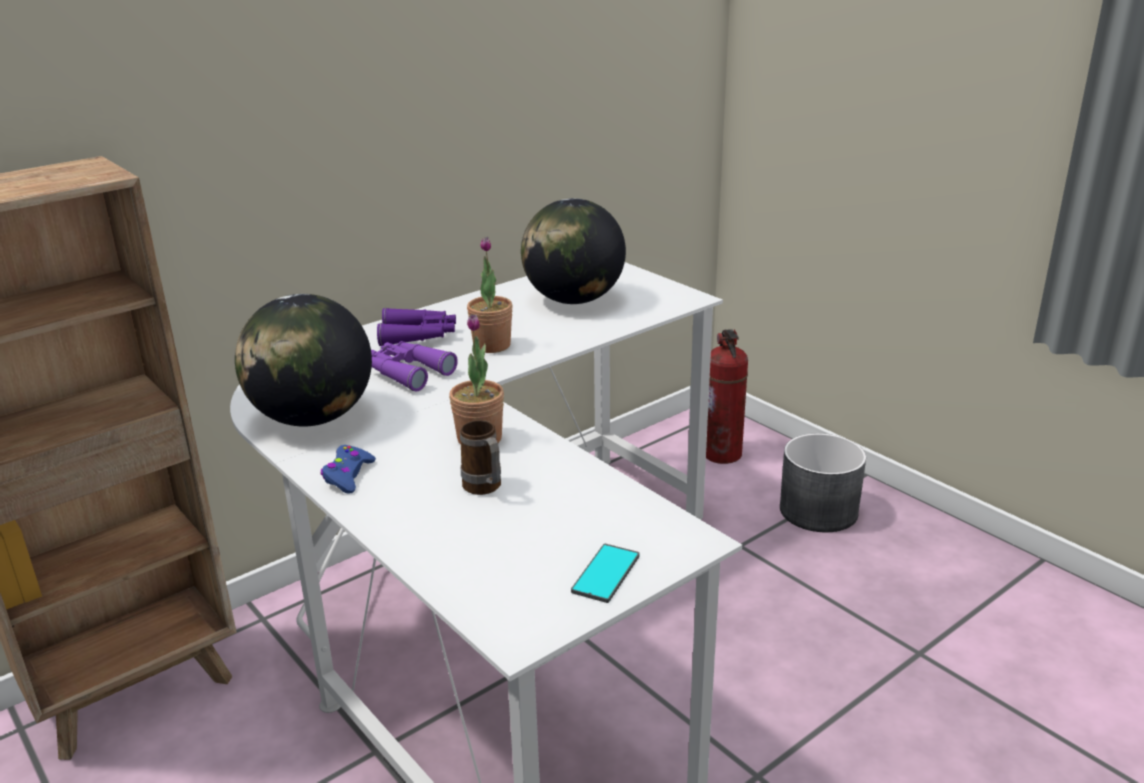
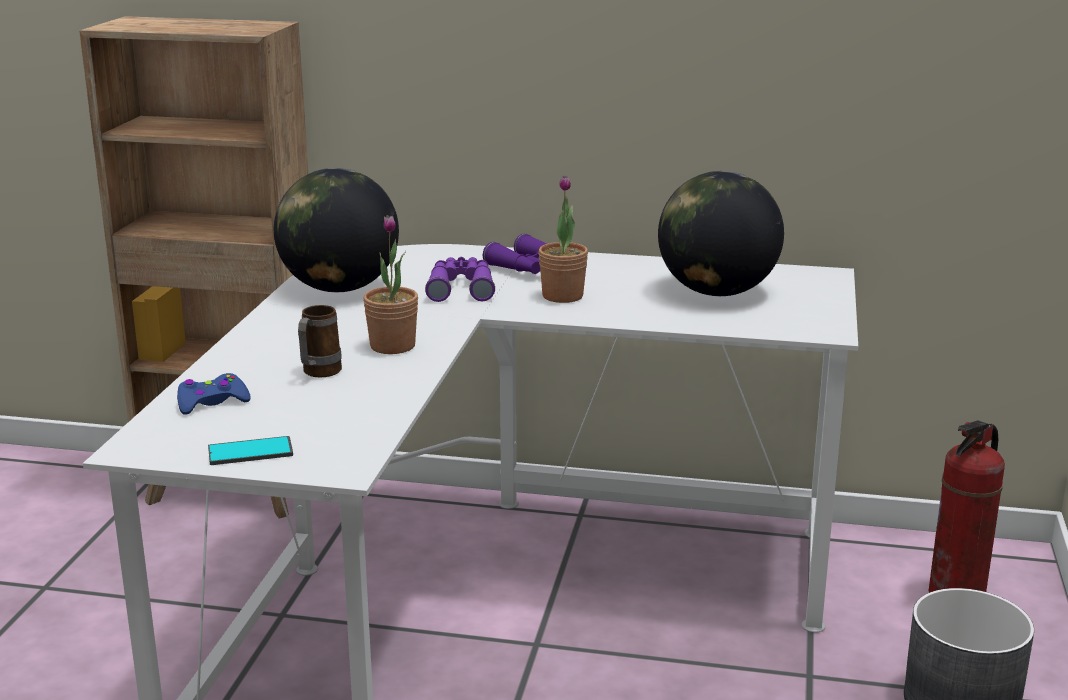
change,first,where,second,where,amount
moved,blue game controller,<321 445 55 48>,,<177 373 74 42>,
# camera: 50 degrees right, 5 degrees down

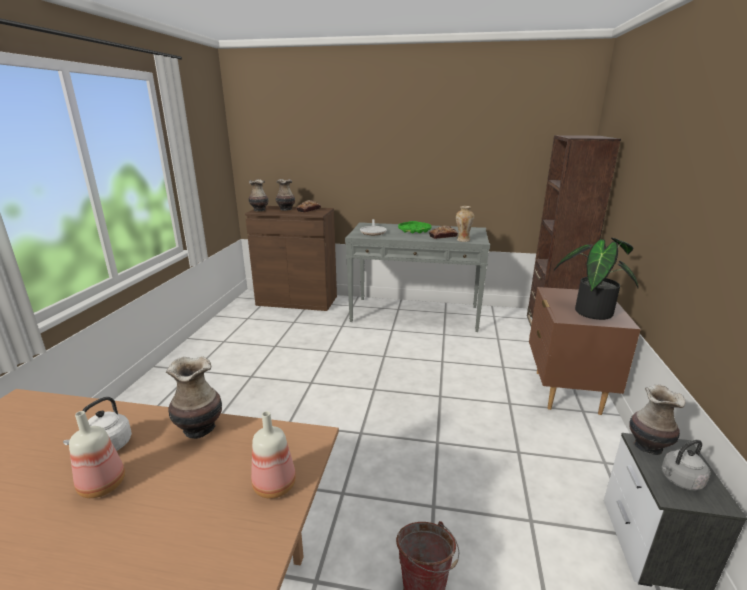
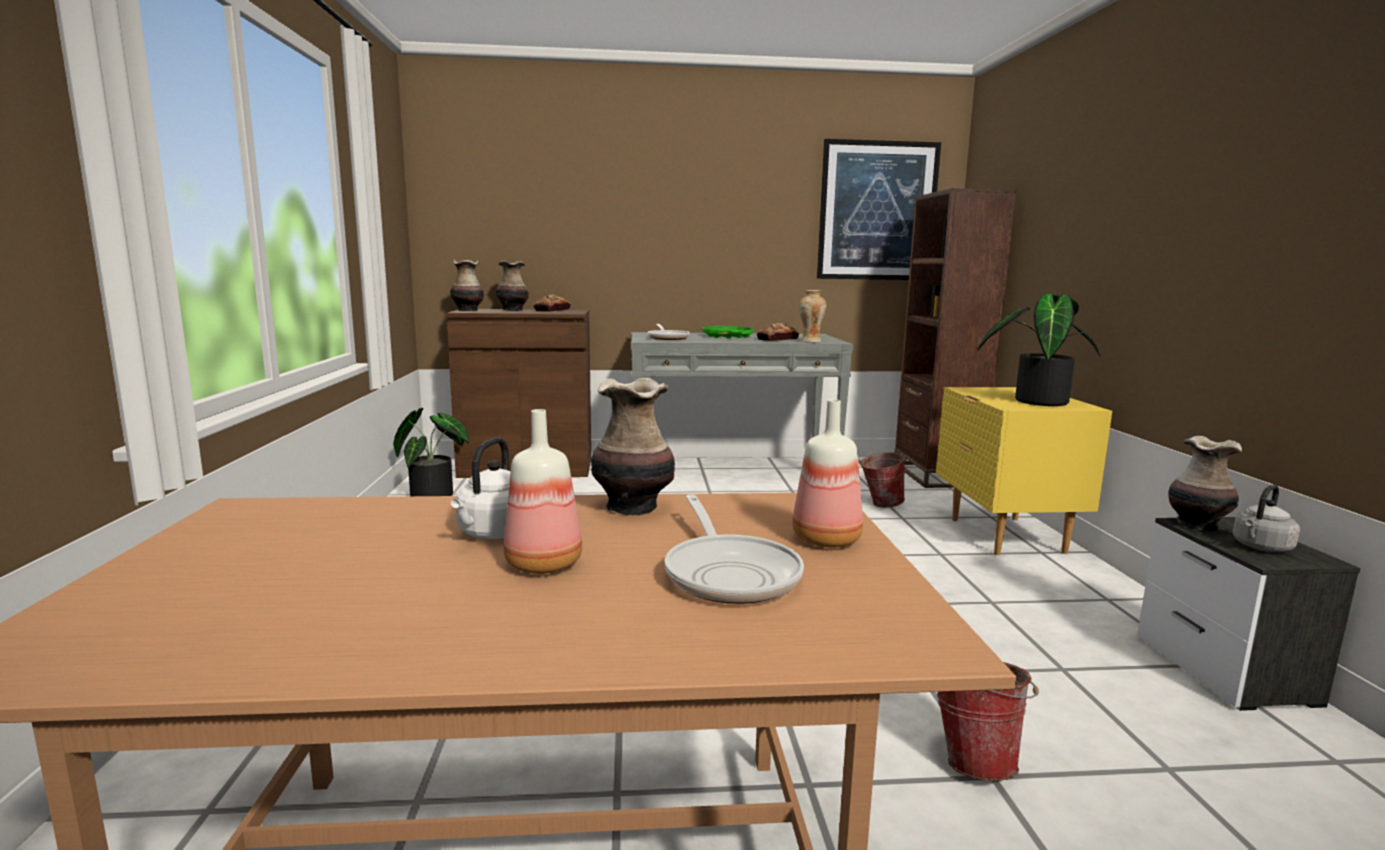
change,first,where,second,where,amount
recoloured,brown nightstand,<529 287 112 128>,yellow nightstand,<936 387 176 168>,
added,,,potted plant,<393 408 76 88>,
added,,,frying pan,<664 494 140 110>,
added,,,picture,<817 139 124 141>,
added,,,bucket,<858 452 49 56>,
# camera: 15 degrees left, 10 degrees down

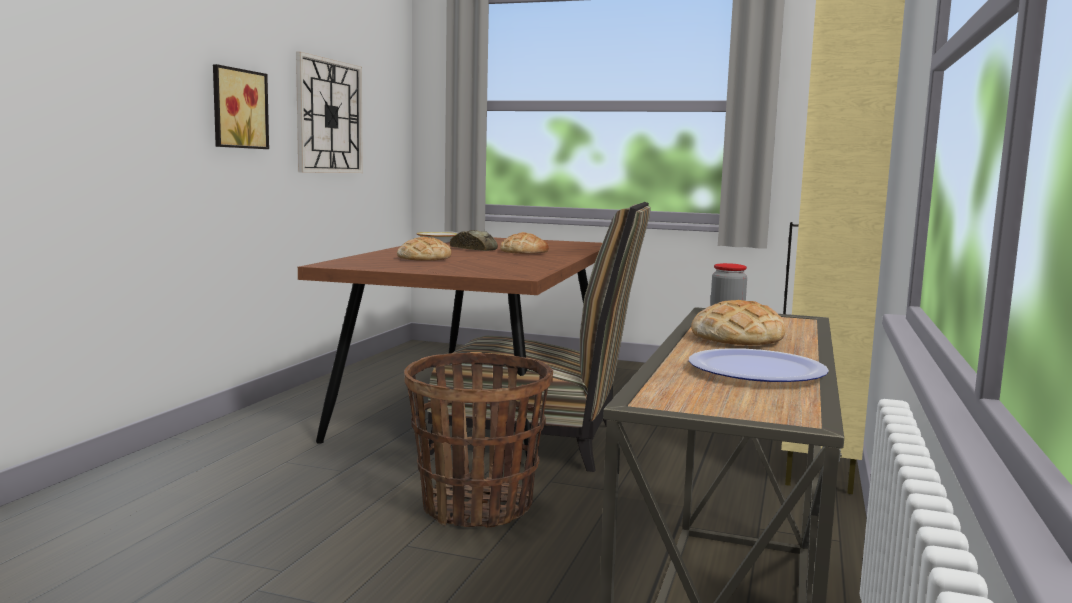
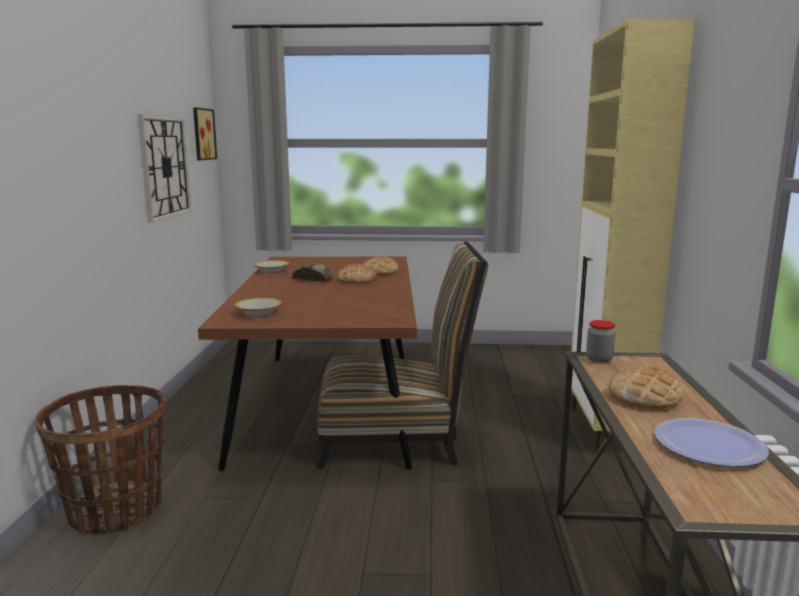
change,first,where,second,where,amount
moved,picture,<213 64 56 85>,,<193 107 24 53>,
moved,bread,<397 237 55 24>,,<363 257 35 18>,
moved,basket,<404 352 149 175>,,<35 385 132 151>,
added,,,bowl,<234 298 48 19>,
# camera: 15 degrees left, 5 degrees up

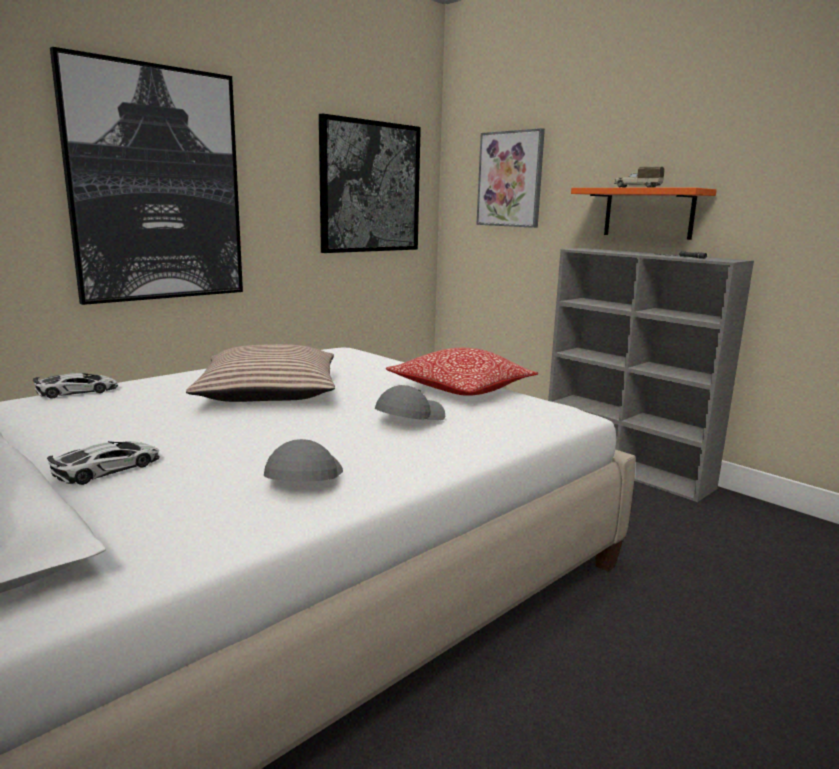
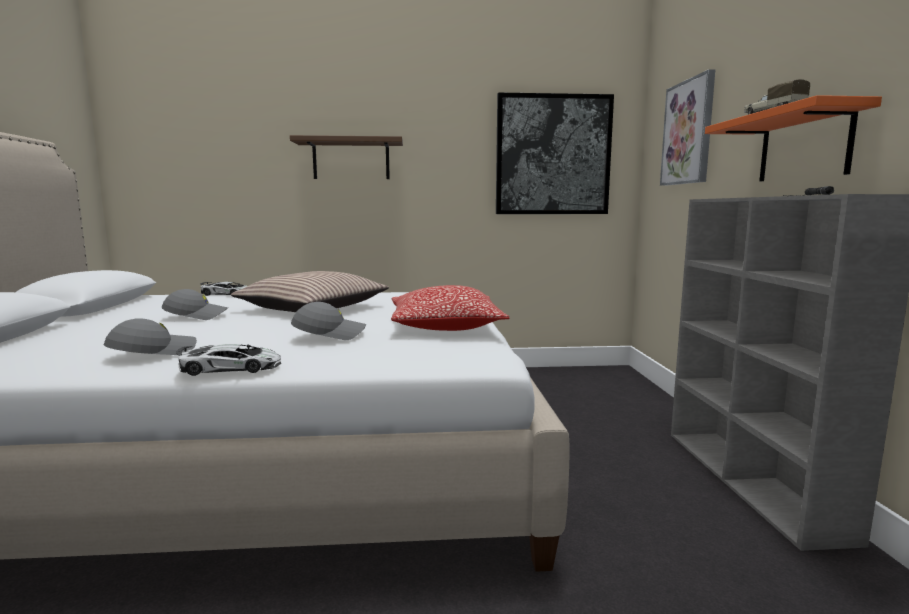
change,first,where,second,where,amount
moved,toy car,<47 441 113 44>,,<176 344 105 32>,
replaced,picture,<50 47 193 258>,brown shelf,<290 135 113 44>,
added,,,grey cap,<162 289 66 31>,
# camera: 40 degrees right, 5 degrees down

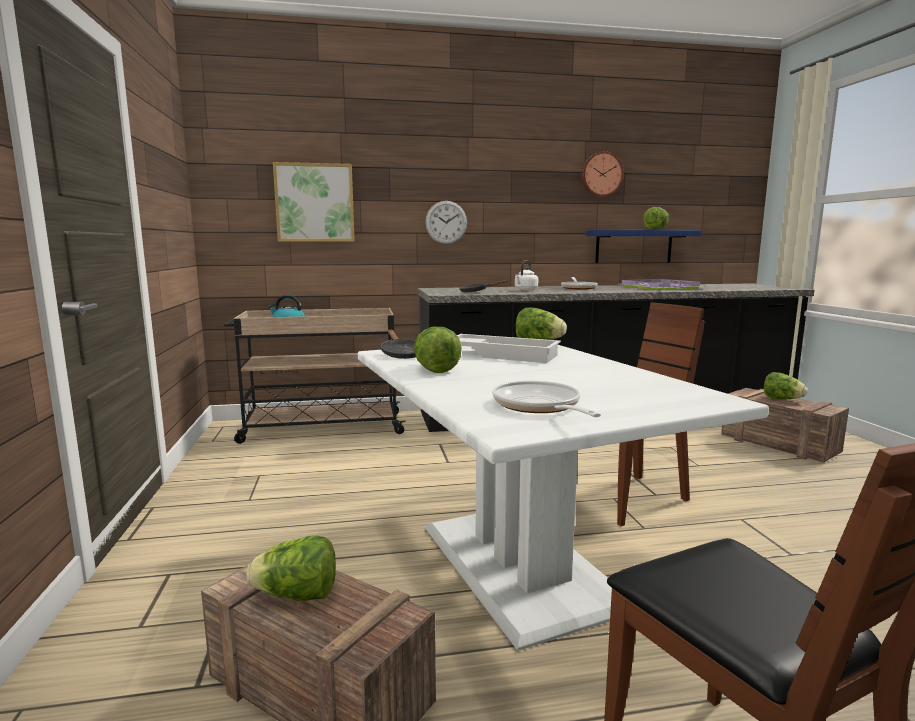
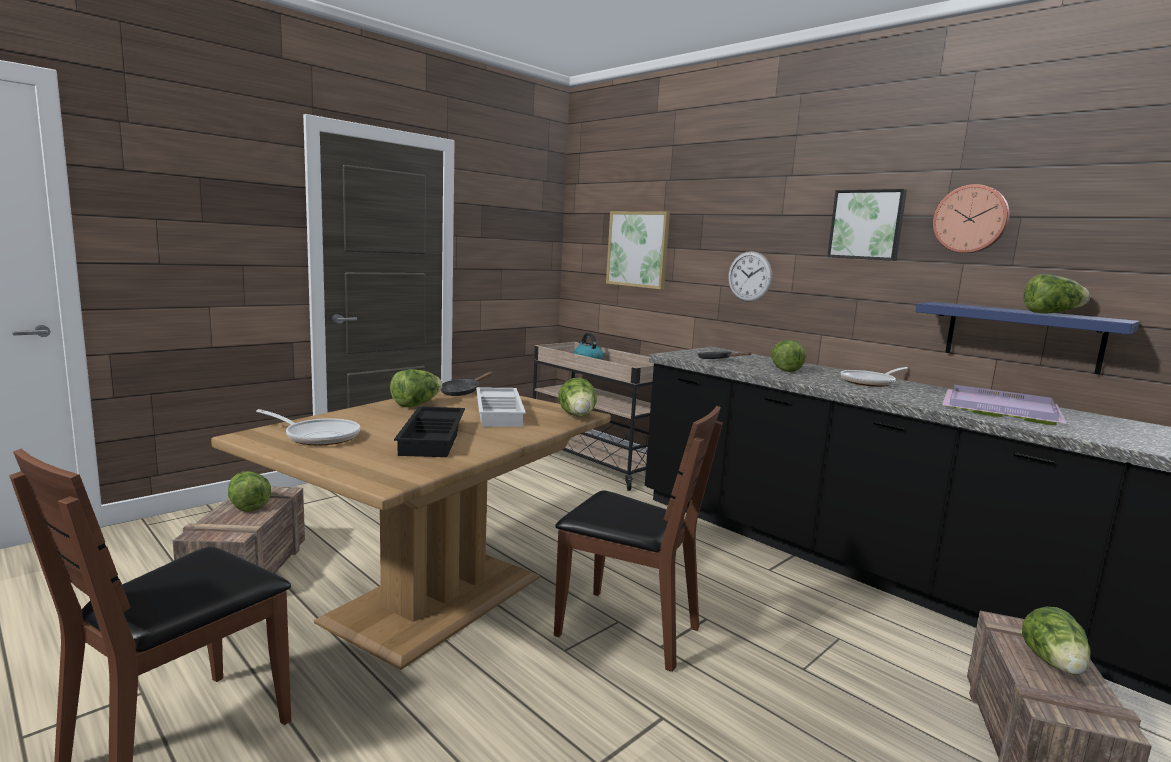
change,first,where,second,where,amount
recoloured,white dining table,<358 345 411 306>,brown dining table,<211 387 400 283>,
turned,frying pan,<492 381 109 36>,,<256 409 104 36>,75 degrees clockwise
replaced,white kettle,<515 260 23 30>,lettuce,<772 340 34 32>,
added,,,black tray,<394 406 71 51>,
added,,,picture,<827 189 80 72>,
# camera: 55 degrees right, 0 degrees up

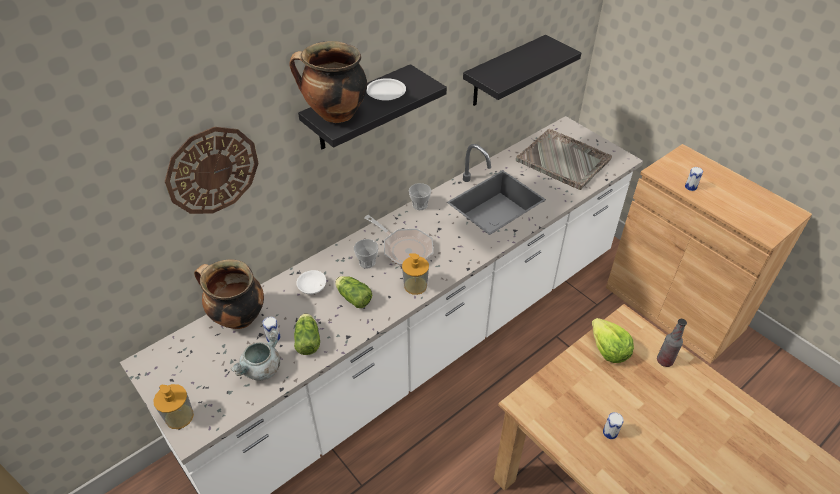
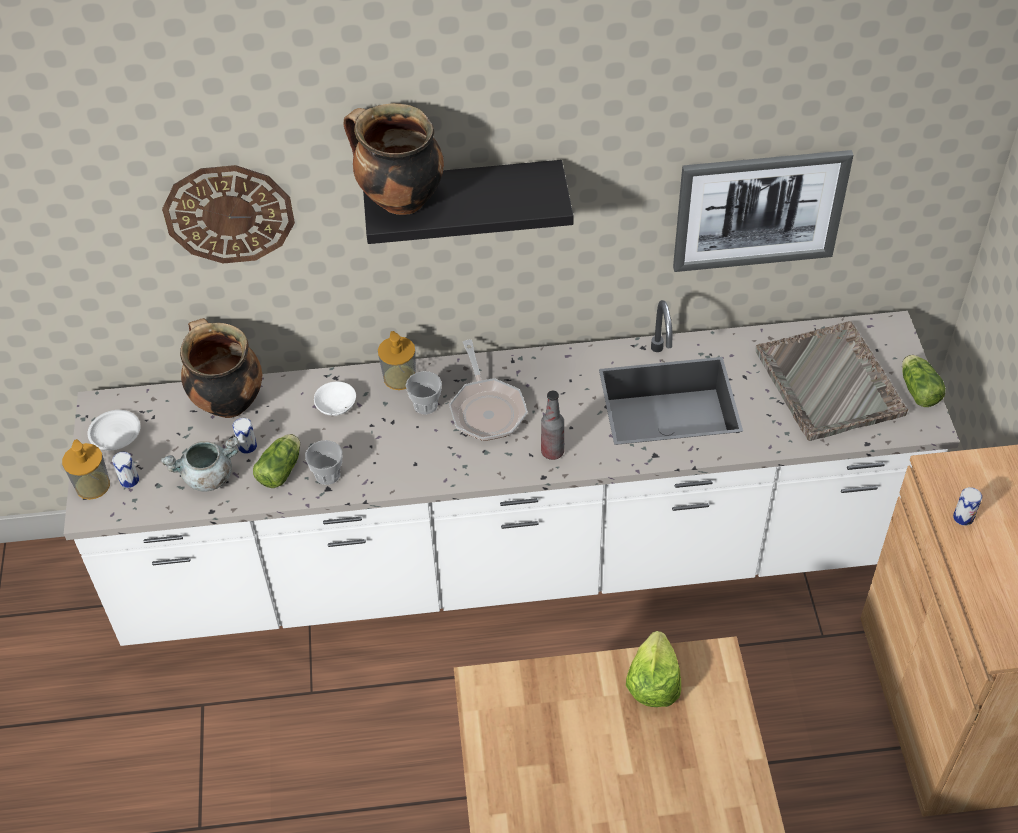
change,first,where,second,where,amount
moved,lettuce,<335 276 37 32>,,<902 355 44 52>,
moved,white plate,<366 78 40 23>,,<87 410 53 40>,
moved,soap dispenser,<402 253 27 42>,,<378 331 38 59>,
moved,cup,<409 183 22 27>,,<305 440 37 45>,
replaced,black shelf,<463 35 118 71>,picture,<673 150 180 122>,
moved,can,<603 412 21 27>,,<112 452 27 36>,
moved,bottle,<657 319 30 48>,,<541 391 23 69>,
# camera: 35 degrees right, 5 degrees up

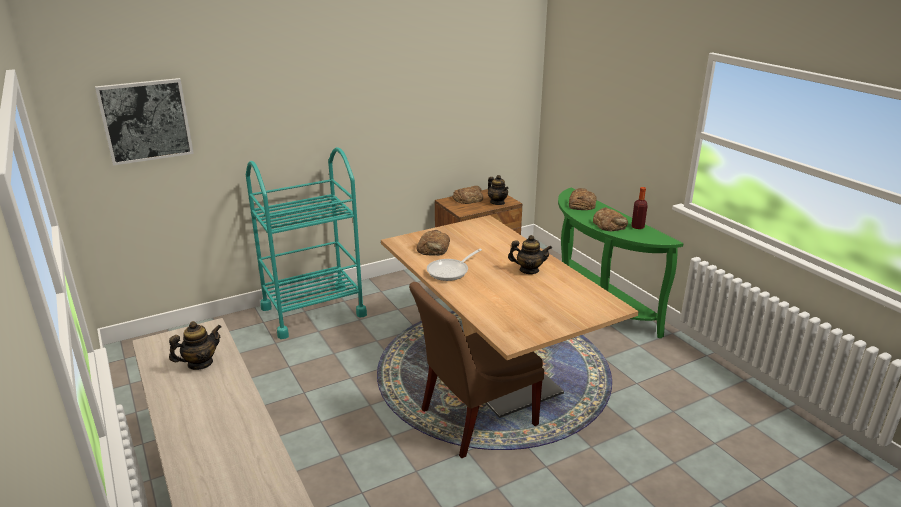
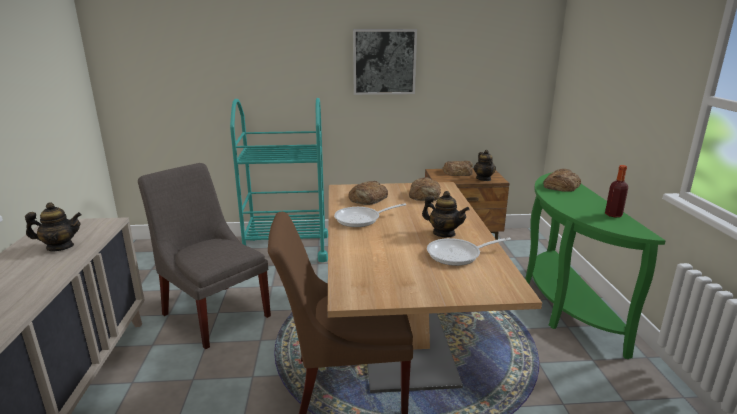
change,first,where,second,where,amount
moved,picture,<95 78 99 87>,,<353 29 64 66>,
moved,bread,<593 207 35 25>,,<409 177 32 24>,
added,,,grey chair,<138 163 133 186>,
added,,,frying pan,<427 238 84 28>,
# camera: 25 degrees right, 5 degrees down

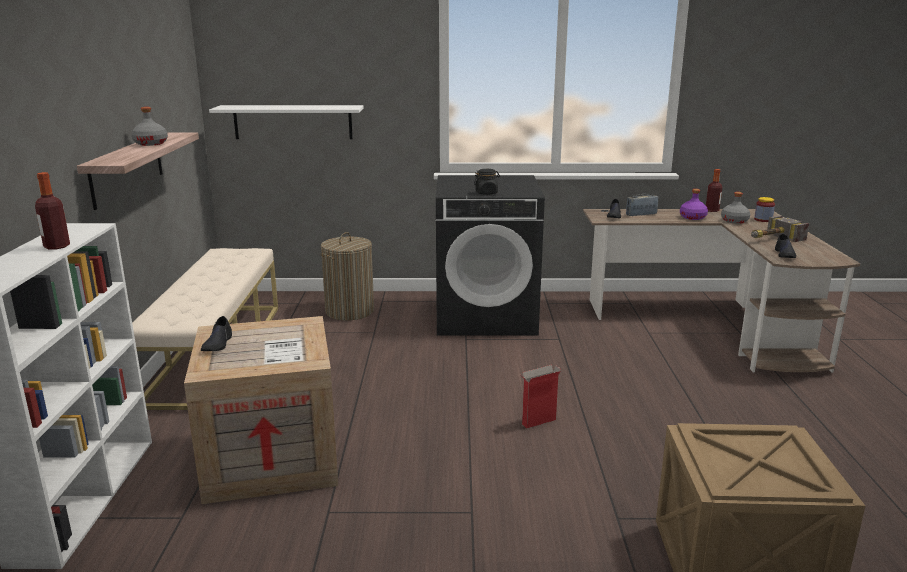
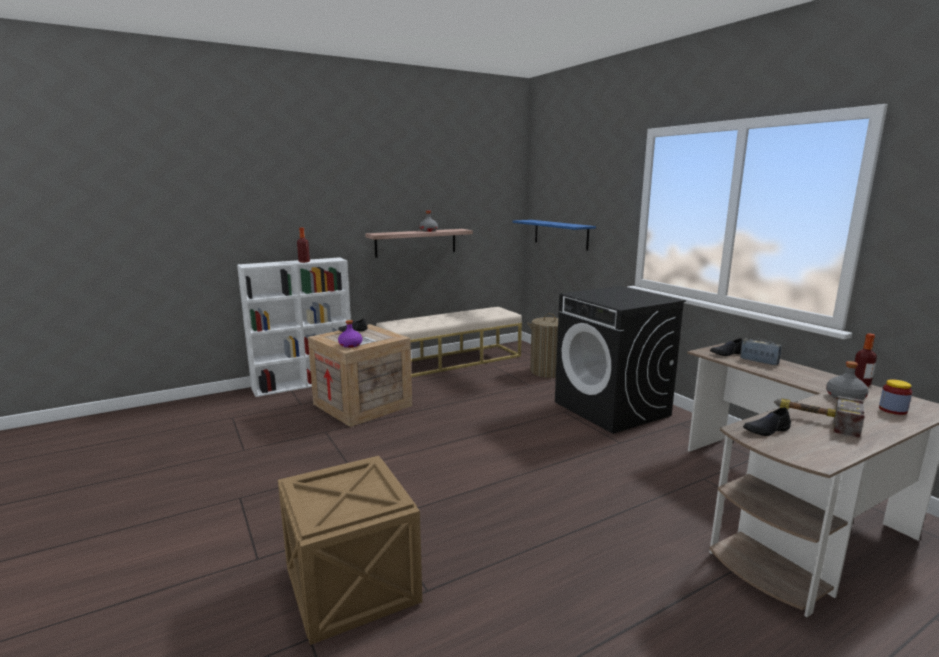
change,first,where,second,where,amount
recoloured,white shelf,<209 105 155 34>,blue shelf,<513 220 83 31>,
removed,black jar,<474 169 26 26>,,,
removed,cardboard box,<521 365 40 63>,,,
moved,purple bottle,<680 189 28 31>,,<338 320 24 28>,
# camera: 60 degrees right, 5 degrees down

